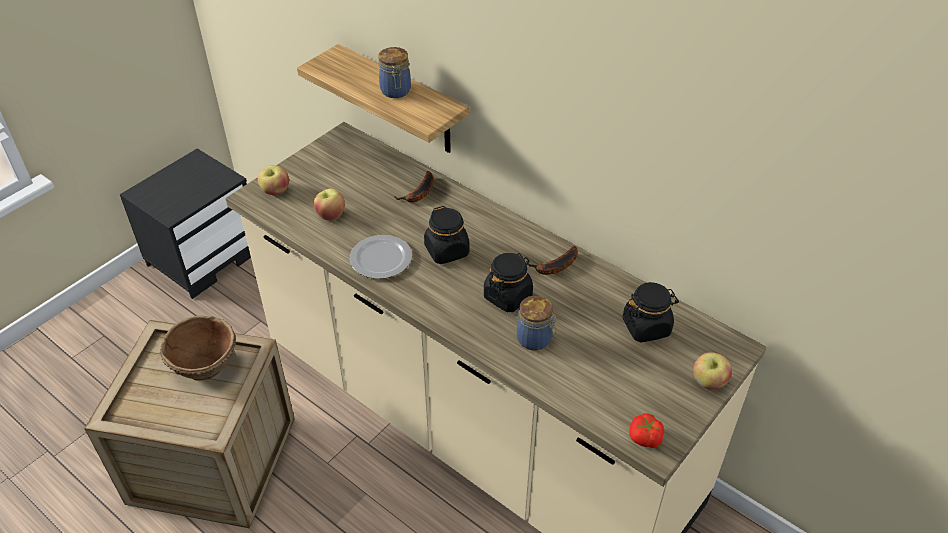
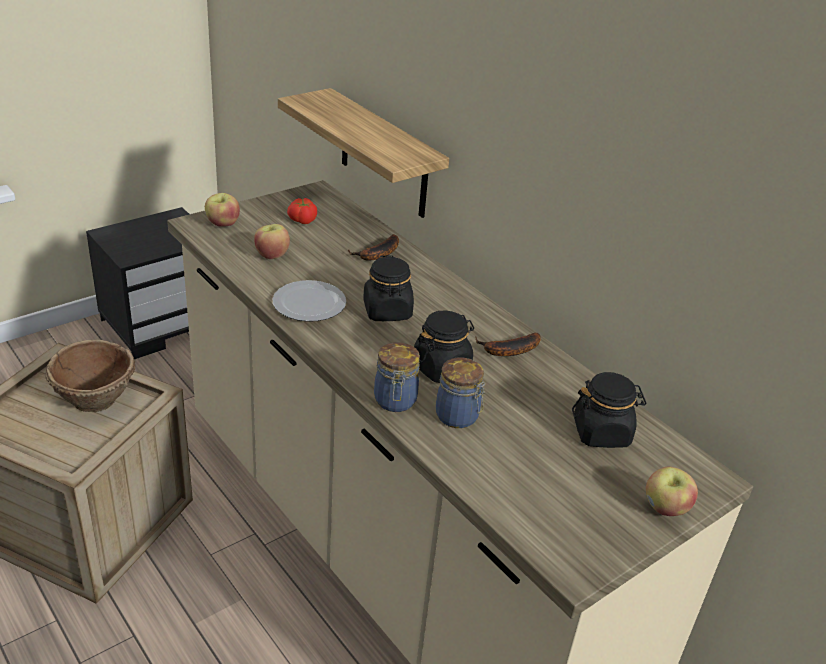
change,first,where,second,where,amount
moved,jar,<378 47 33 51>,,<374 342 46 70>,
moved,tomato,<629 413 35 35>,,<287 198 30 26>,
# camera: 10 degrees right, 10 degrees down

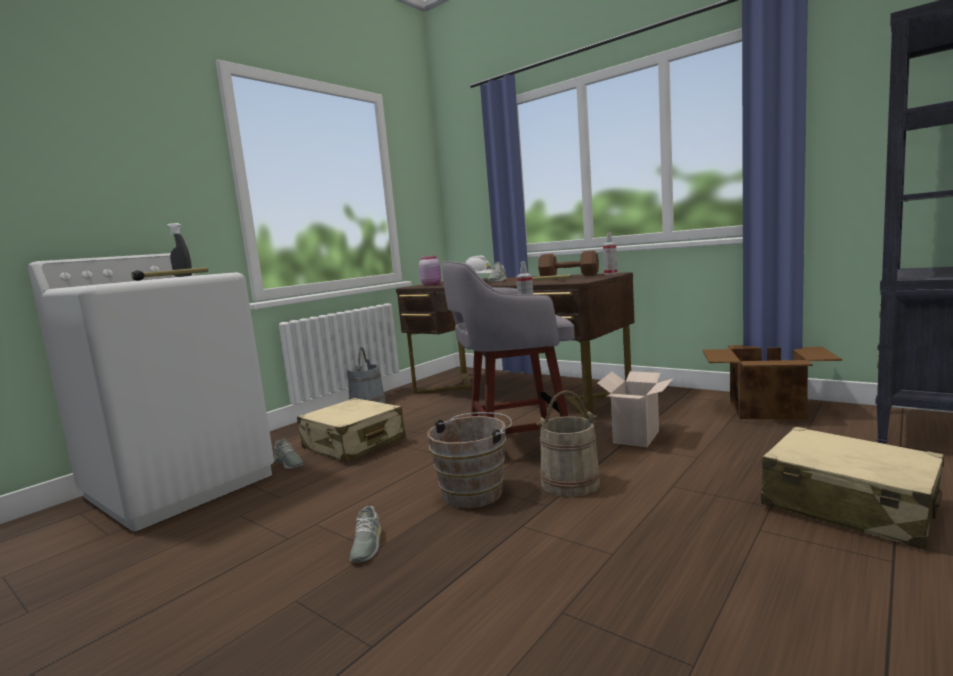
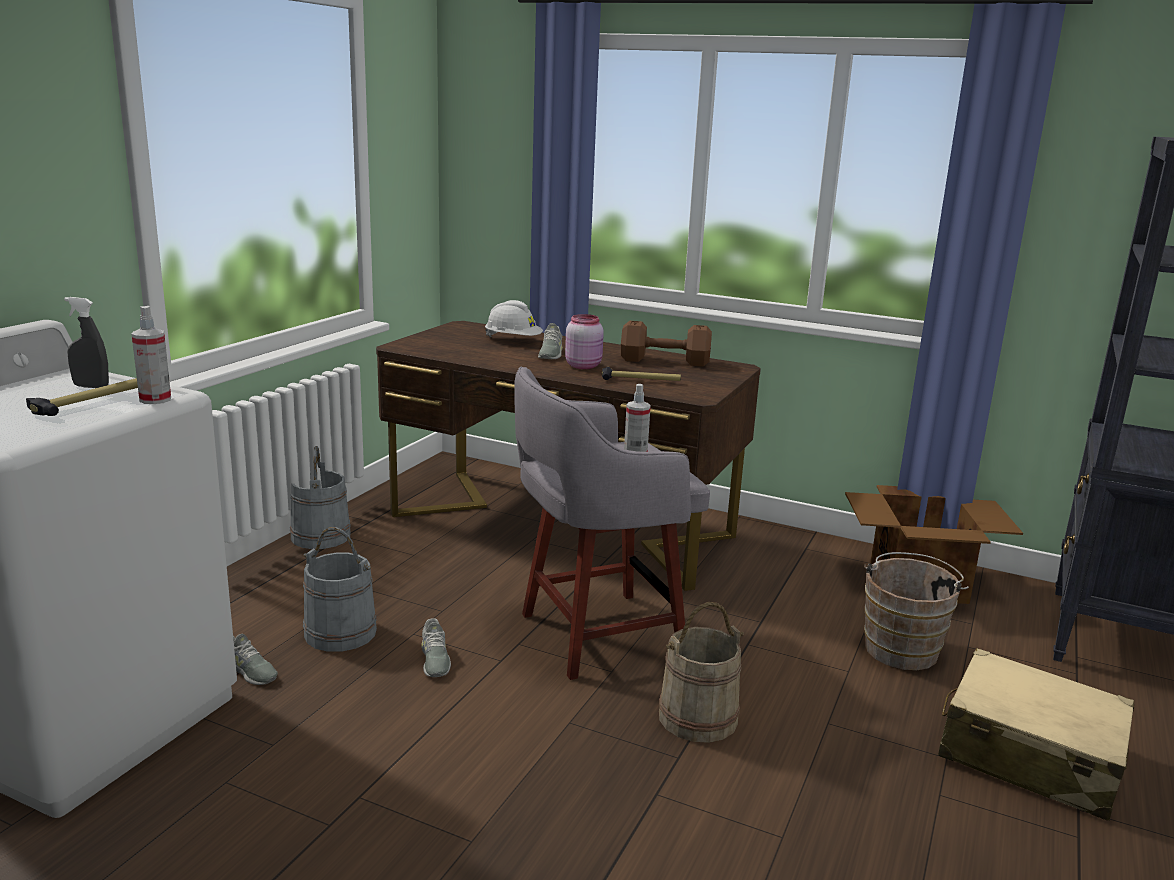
change,first,where,second,where,amount
replaced,beige suitcase,<297 398 109 64>,grey bucket,<303 527 74 125>,
moved,grey shoe,<350 506 31 56>,,<421 618 30 59>,
moved,pink jar,<419 256 22 30>,,<565 314 39 55>,
moved,brown bucket,<427 412 85 96>,,<864 552 105 118>,
removed,cardboard box,<597 371 76 76>,,,
moved,spray bottle,<603 233 14 42>,,<132 306 39 98>,
# camera: 15 degrees left, 10 degrees up

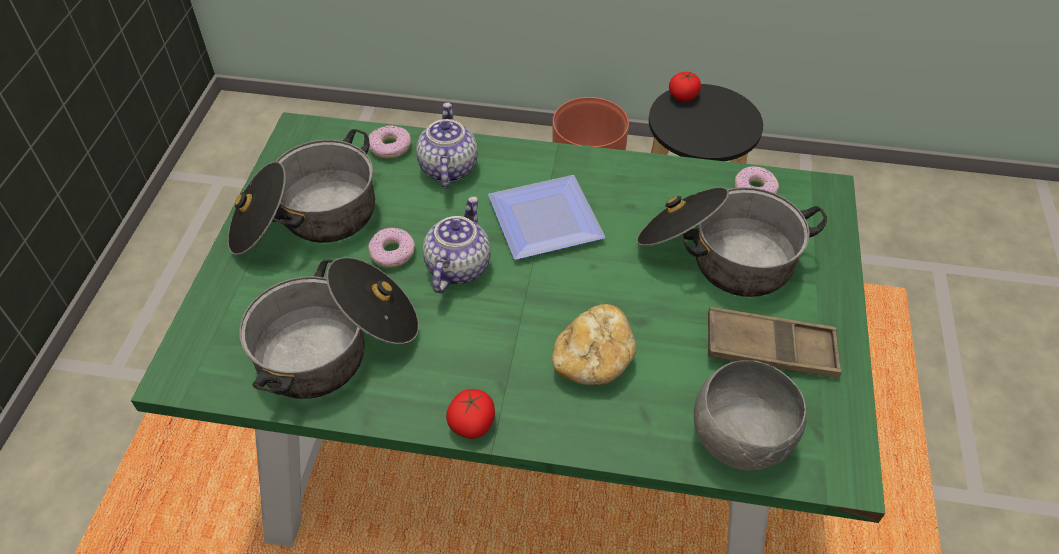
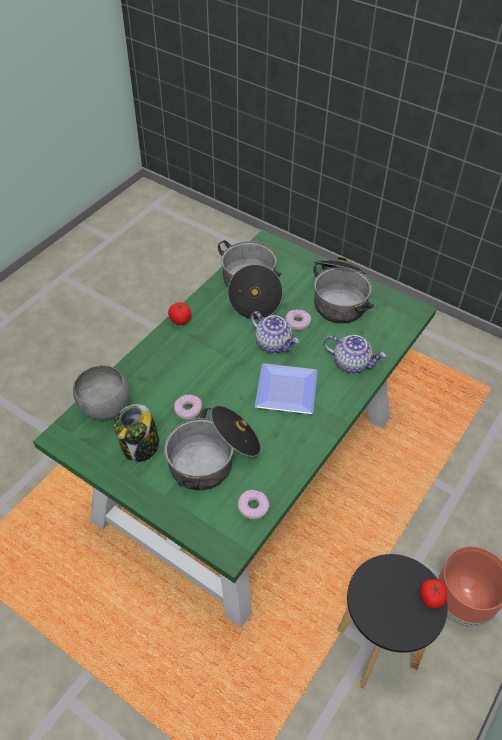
change,first,where,second,where,amount
moved,donut,<369 125 42 34>,,<174 395 28 25>,
removed,bread,<552 304 84 81>,,,
replaced,brown tray,<708 307 134 72>,jar,<114 404 46 58>,
# camera: 115 degrees right, 0 degrees up

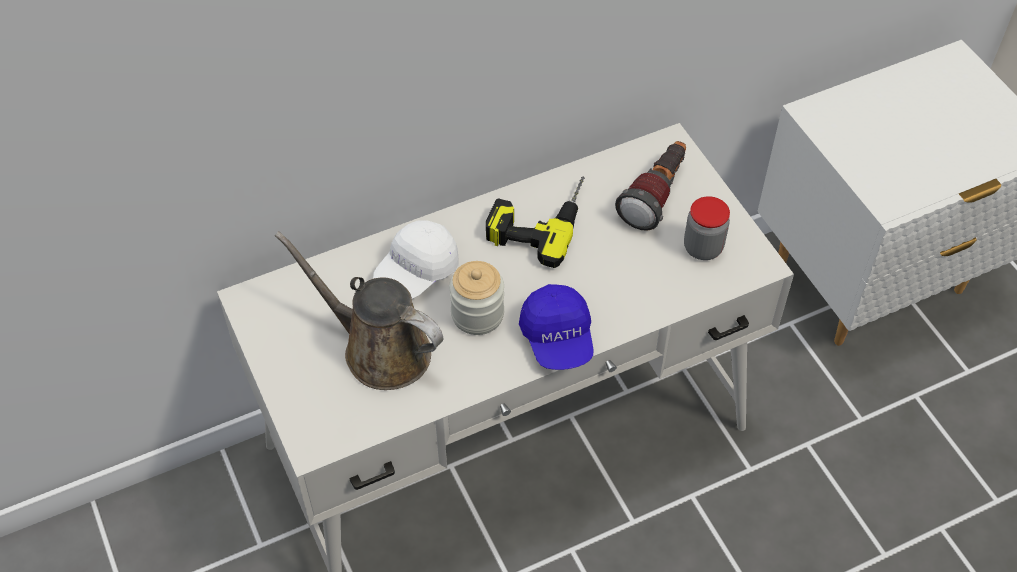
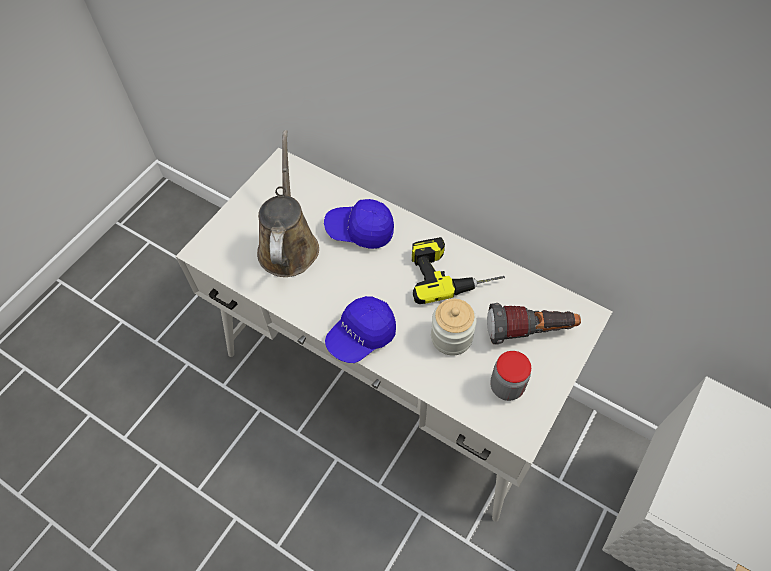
change,first,where,second,where,amount
recoloured,white cap,<373 220 86 79>,blue cap,<324 199 70 50>,
moved,jar,<449 261 55 74>,,<431 299 46 57>,
# camera: 60 degrees right, 5 degrees up

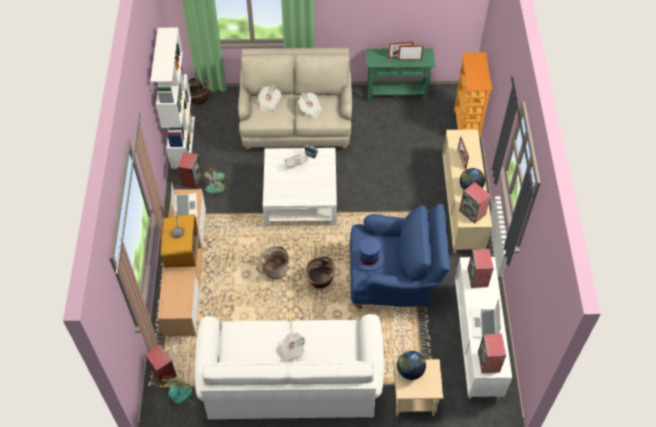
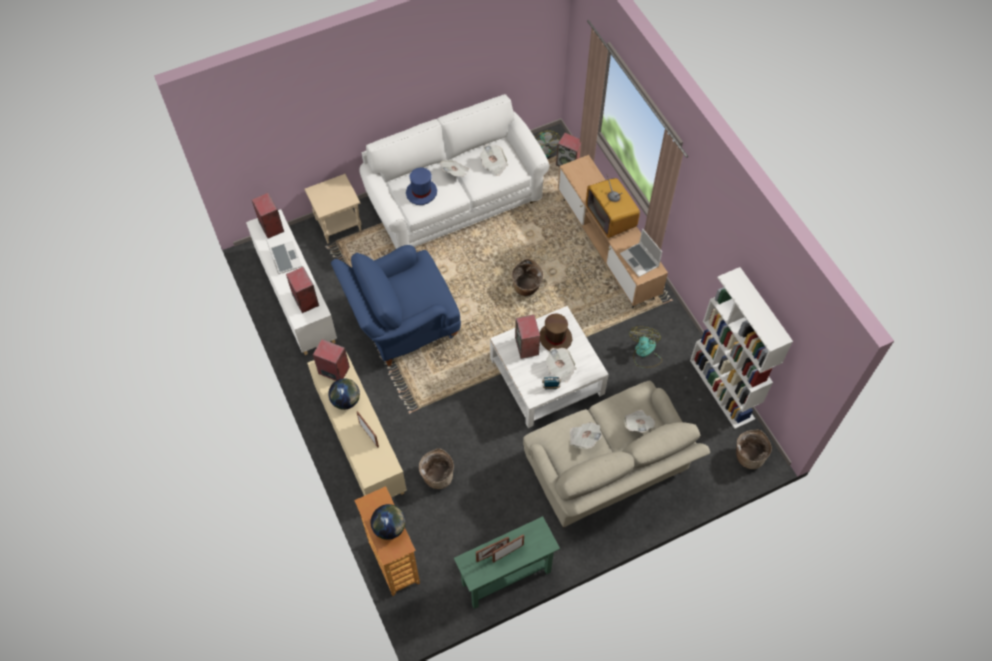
change,first,where,second,where,amount
moved,speaker,<178 152 24 36>,,<515 315 25 44>,
moved,basket,<306 256 29 33>,,<419 448 35 41>,
moved,blue hat,<354 237 31 34>,,<406 167 31 38>,
moved,globe,<397 351 29 29>,,<371 504 35 36>,
added,,,newspaper,<480 145 28 31>,
added,,,brown hat,<540 313 32 38>,
# camera: 155 degrees right, 5 degrees up

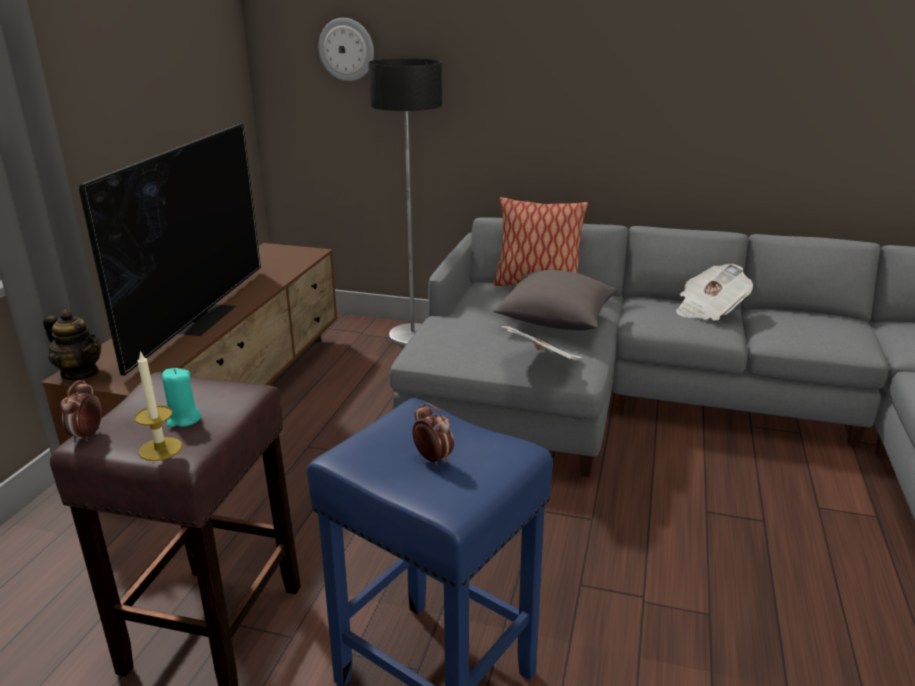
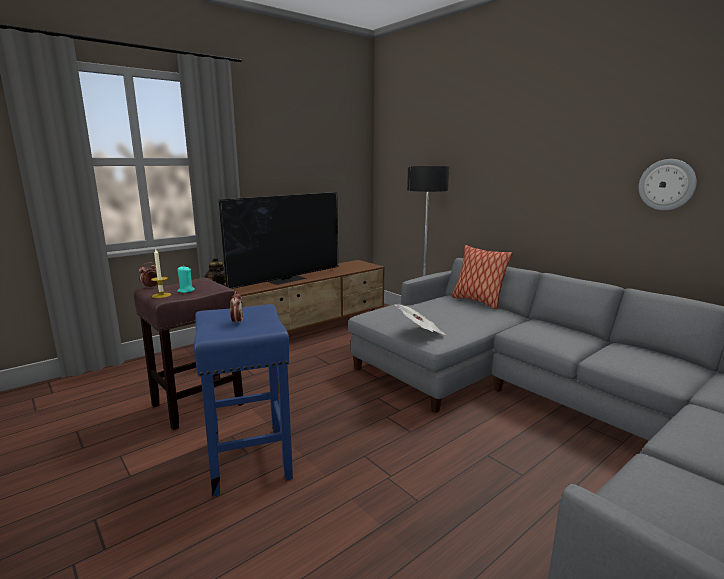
change,first,where,second,where,amount
moved,wall clock,<318 18 56 63>,,<639 159 58 52>,
removed,grey pillow,<493 270 124 61>,,,
removed,newspaper,<676 264 77 57>,,,
# camera: 35 degrees right, 10 degrees down

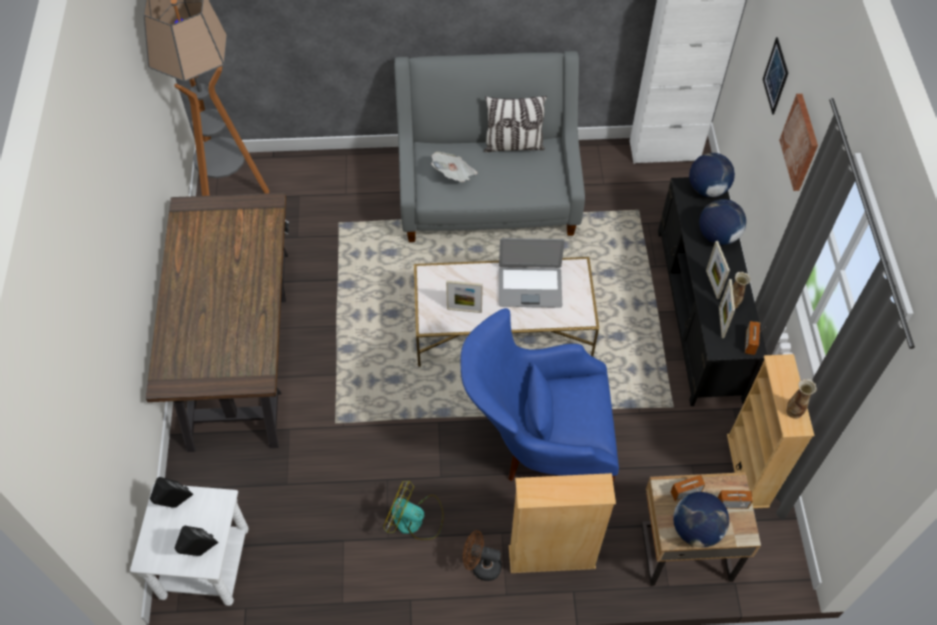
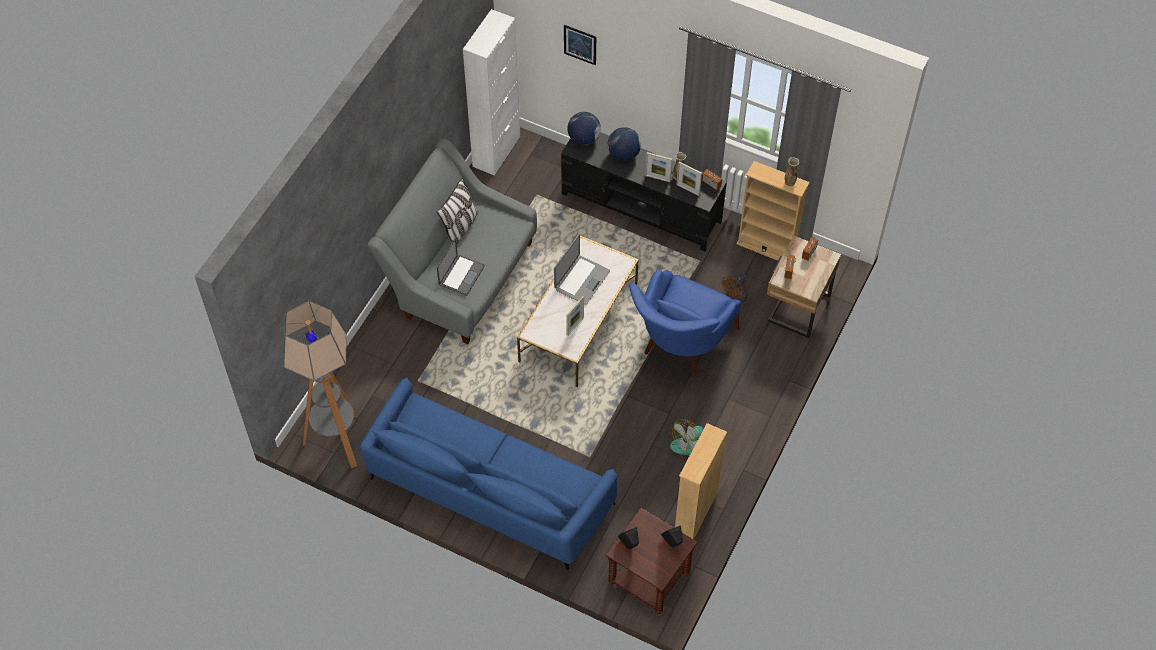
change,first,where,second,where,amount
recoloured,white side table,<130 483 119 123>,brown side table,<606 508 91 106>,
replaced,brown desk,<146 193 143 259>,blue sofa,<360 377 257 193>,
replaced,newspaper,<431 152 46 30>,laptop,<437 238 48 58>,
moved,brown fan,<463 530 39 51>,,<722 274 26 29>,
moved,beige bookcase,<509 473 107 100>,,<675 423 52 117>,
removed,globe,<673 492 56 55>,,,
removed,picture,<779 94 39 97>,,,
# camera: 60 degrees left, 0 degrees up

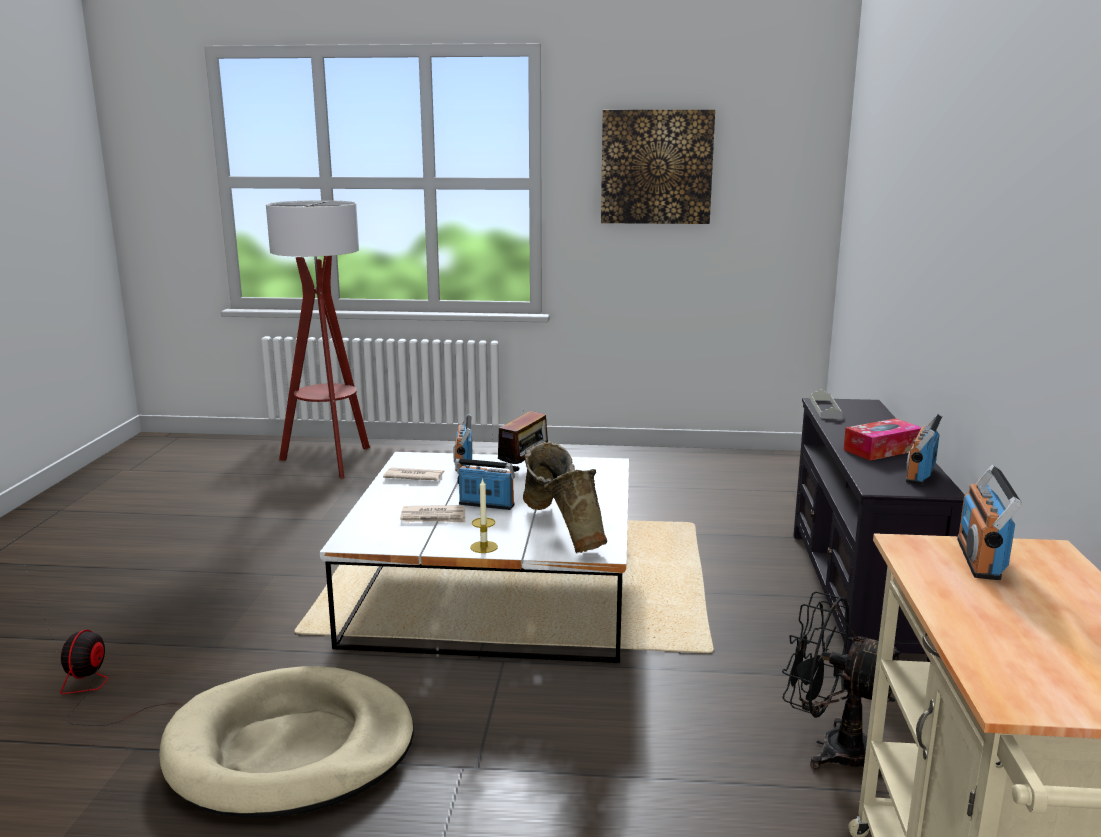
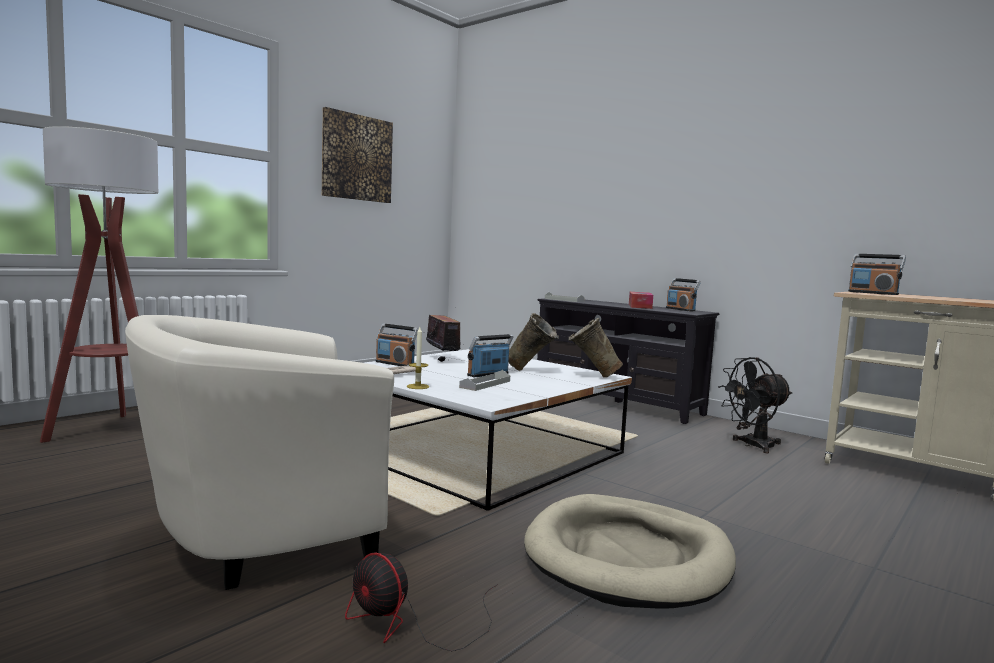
change,first,where,second,where,amount
replaced,newspaper,<400 505 65 18>,grey tray,<459 370 51 21>,
moved,candle,<470 478 28 75>,,<407 327 22 62>,
added,,,beige armchair,<125 315 269 275>,
# camera: 55 degrees left, 10 degrees down

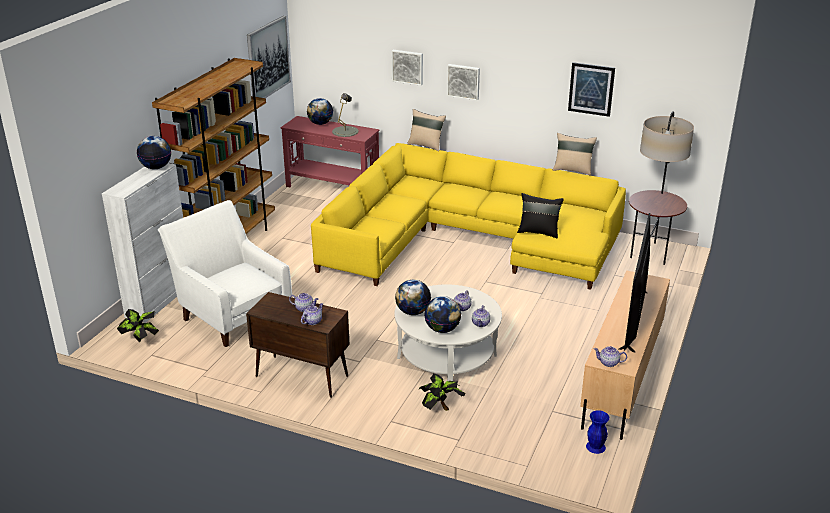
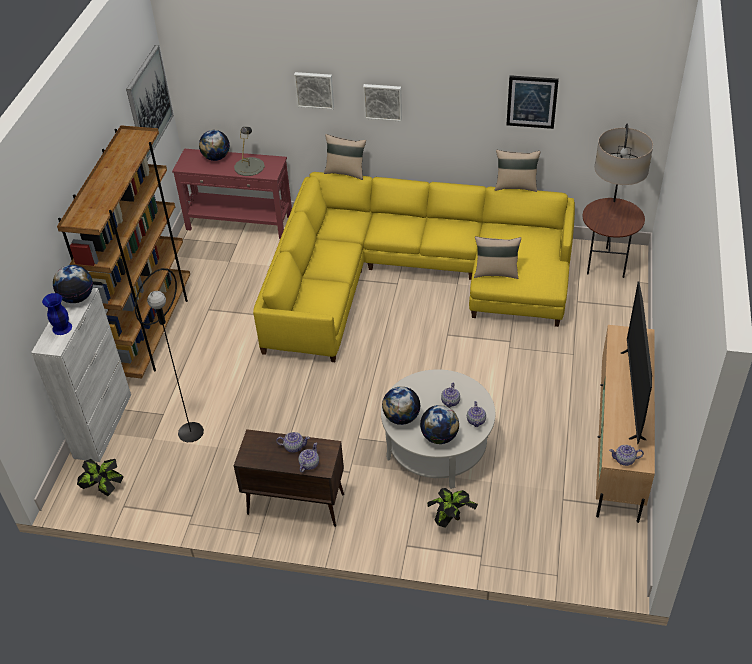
change,first,where,second,where,amount
replaced,white armchair,<158 200 135 147>,black floor lamp,<135 268 69 174>,
recoloured,black pillow,<517 193 47 45>,beige pillow,<474 236 47 43>,
moved,blue vase,<586 410 24 44>,,<42 293 30 42>,
# camera: 10 degrees left, 15 degrees up

